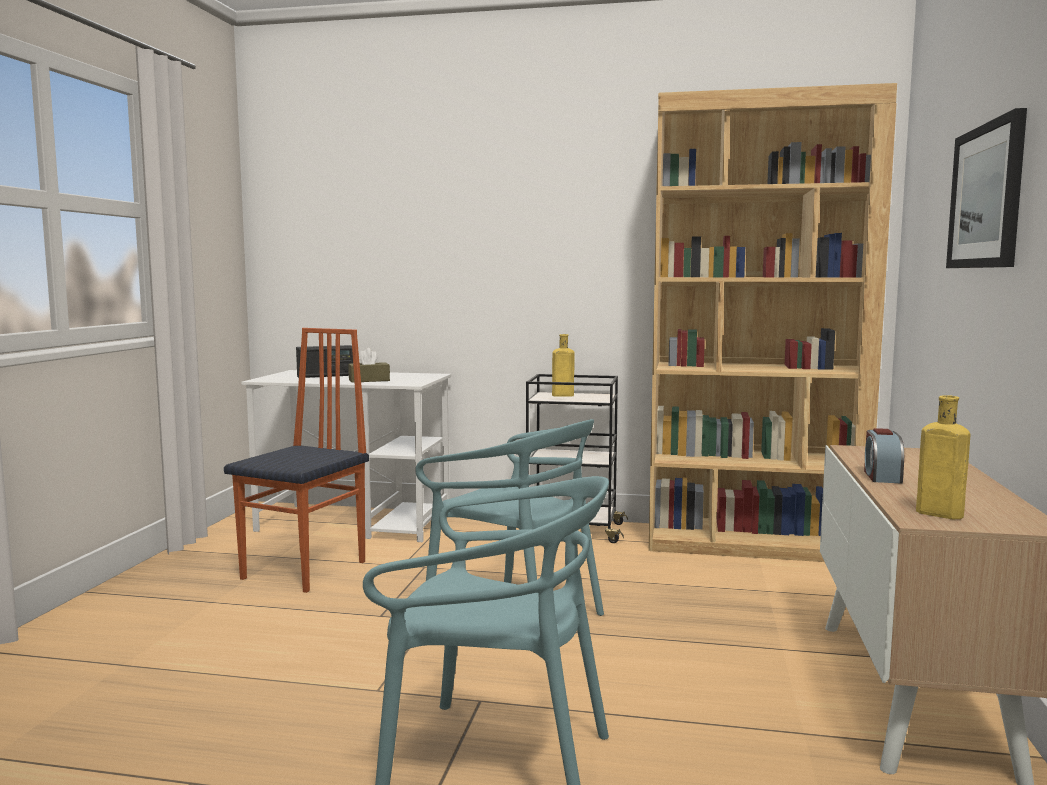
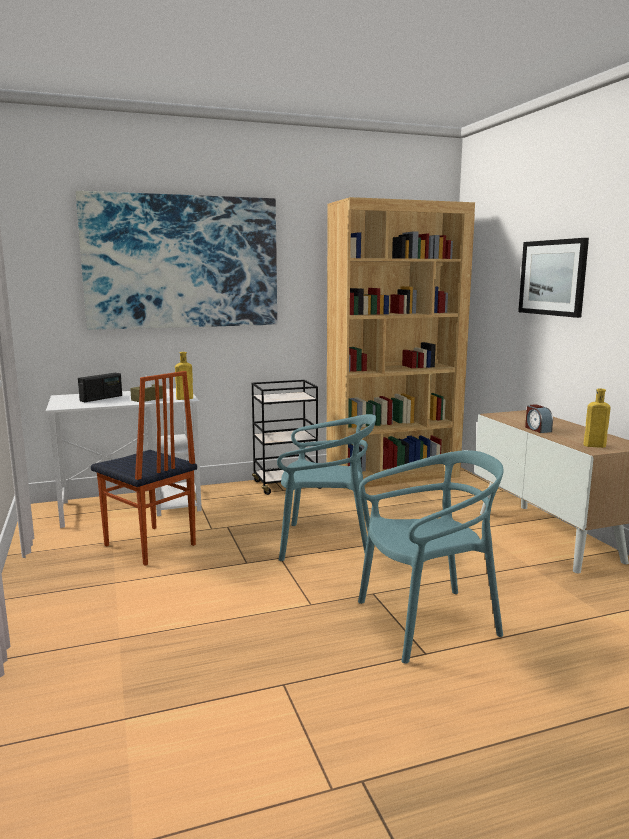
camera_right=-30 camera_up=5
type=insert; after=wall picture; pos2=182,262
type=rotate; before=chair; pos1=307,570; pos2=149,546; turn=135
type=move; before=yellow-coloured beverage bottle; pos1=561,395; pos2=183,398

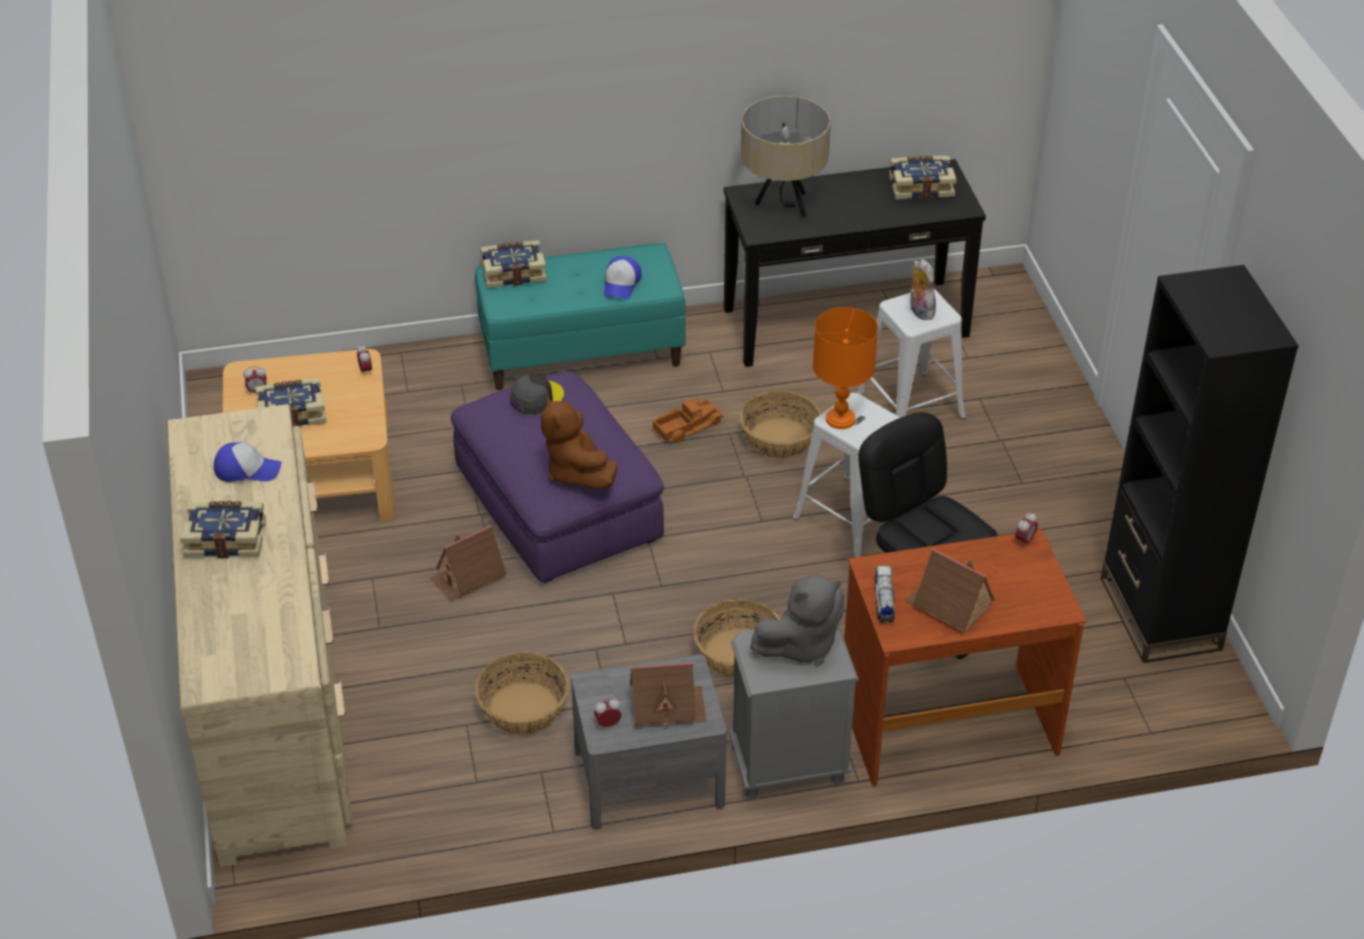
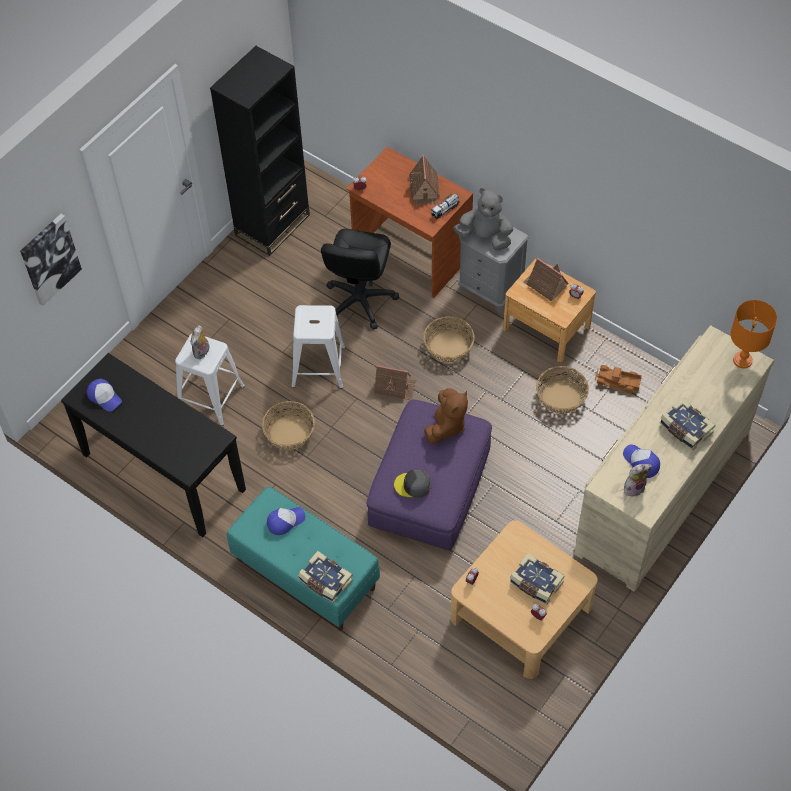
camera_right=-130 camera_up=15
type=insert; after=wall picture; pos2=49,259
type=replace; before=volume; after=cap; pos1=921,186; pos2=104,397
type=move; before=toy house; pos1=468,577; pos2=395,386
type=recolor; before=greyish nightstand; after=brown-coloured nightstand; pos1=649,778; pos2=546,328
type=move; before=model truck; pos1=687,426; pos2=617,382
type=insert; after=cuddly toy; pos2=634,487
type=move; before=orange table lamp; pos1=840,419; pos2=743,360
type=delete; before=beige table lamp; pos1=782,205

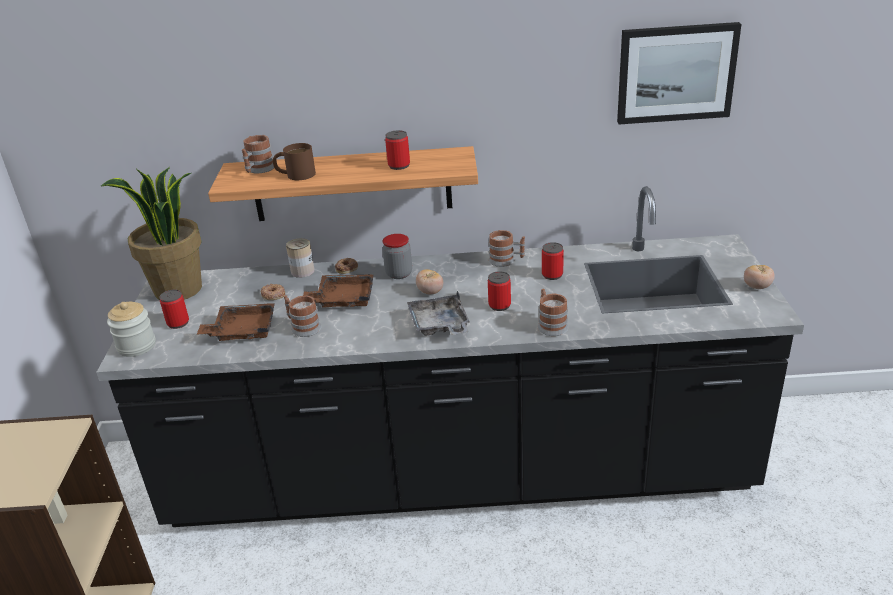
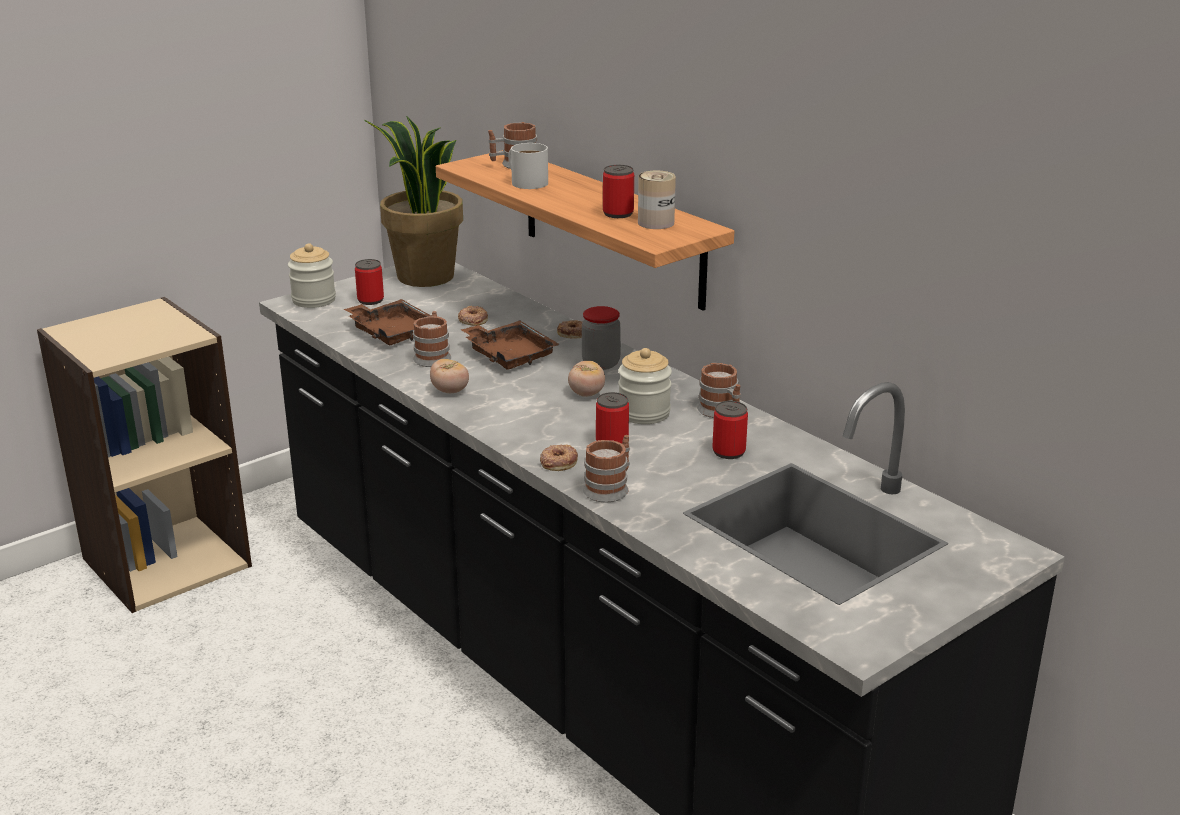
camera_right=50 camera_up=-5
type=move; before=fresh tomato; pos1=757,287; pos2=450,391
type=recolor; before=brown-coloured tea mug; after=whitish tea mug; pos1=295,175; pos2=525,181
type=insert; after=doughnut; pos2=558,462
type=insert; after=storage jar; pos2=644,413
type=move; before=metal can; pos1=302,271; pos2=656,223
type=delete; before=greyish serving tray; pos1=440,325
type=delete; before=wall picture; pos1=676,73

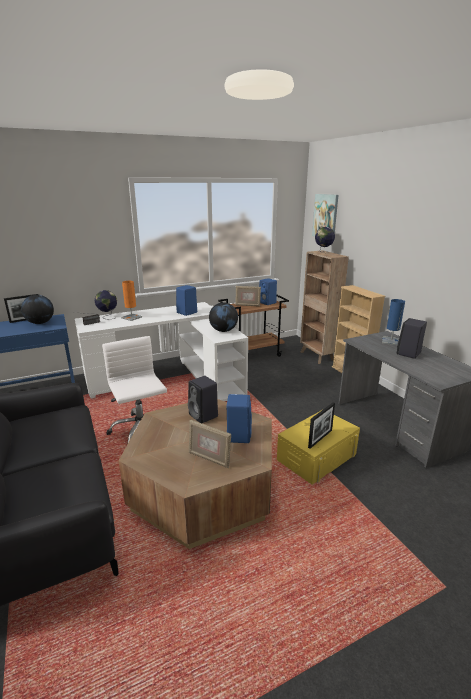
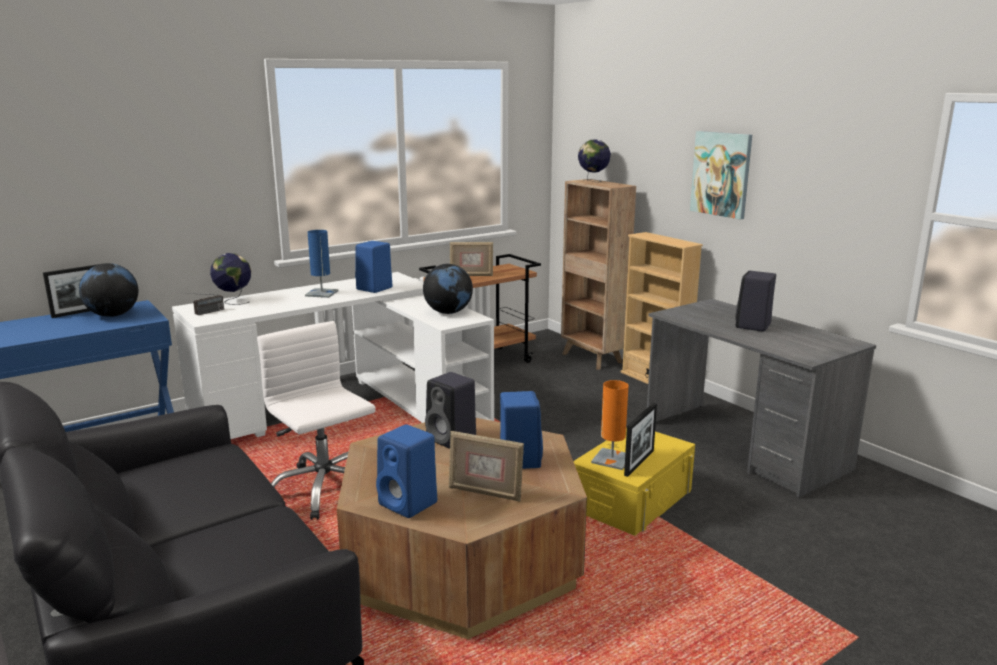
camera_right=-10 camera_up=-5
type=move; before=blue-coloured table lamp; pos1=391,341; pos2=322,293
type=move; before=blue-coloured audio speaker; pos1=267,303; pos2=409,504
type=move; before=orange table lamp; pos1=131,317; pos2=612,459
type=move; before=wall picture; pos1=325,216; pos2=721,174

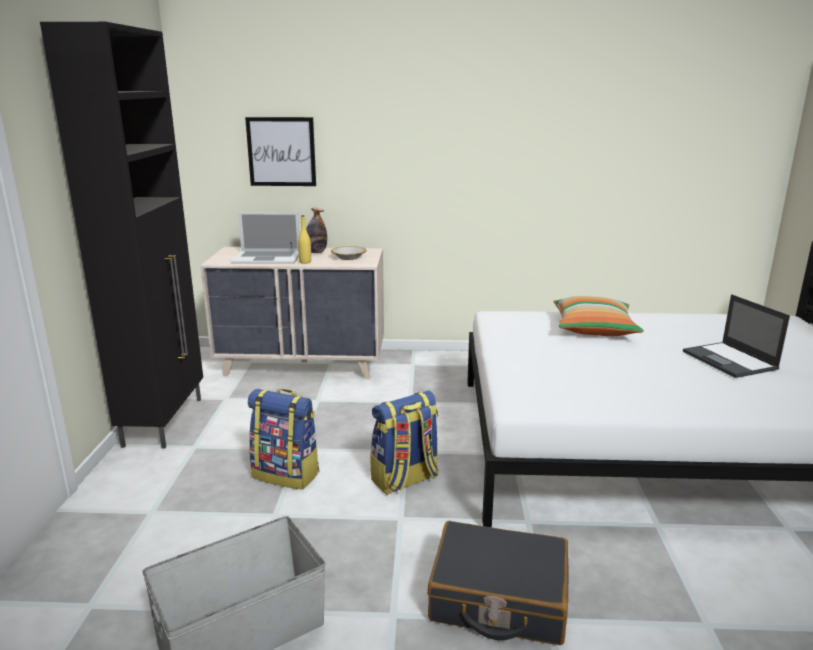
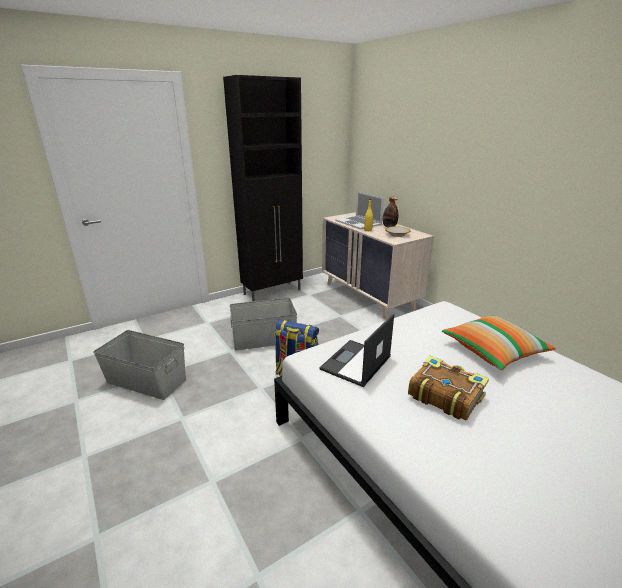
camera_right=55 camera_up=5
type=replace; before=rucksack; after=greyish storage box; pos1=287,474; pos2=264,339
type=move; before=portable computer; pos1=730,360; pos2=355,363
type=insert; after=volume; pos2=444,395
type=delete; before=wall picture; pos1=281,152
type=delete; before=black-coloured suitcase; pos1=498,598

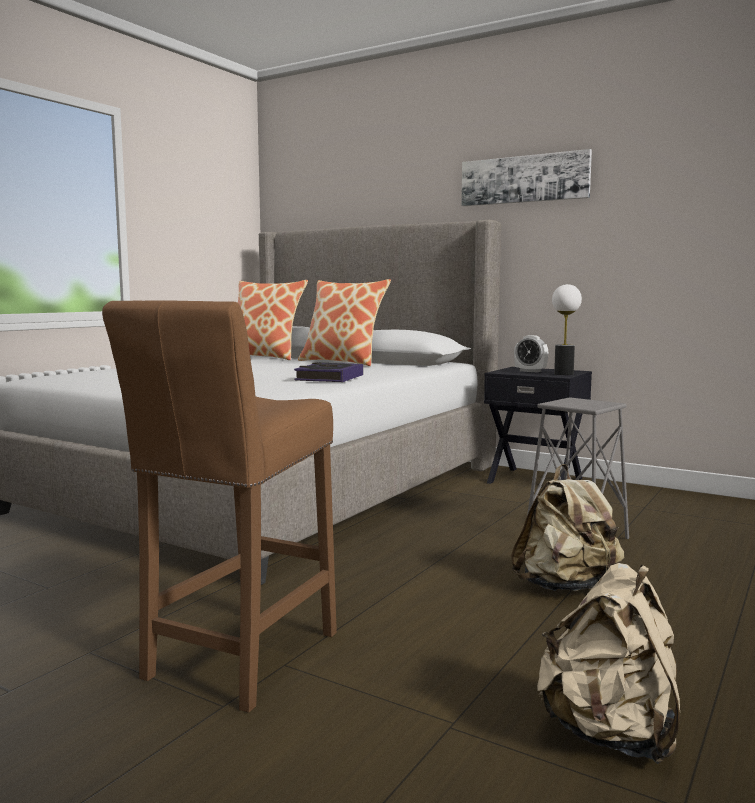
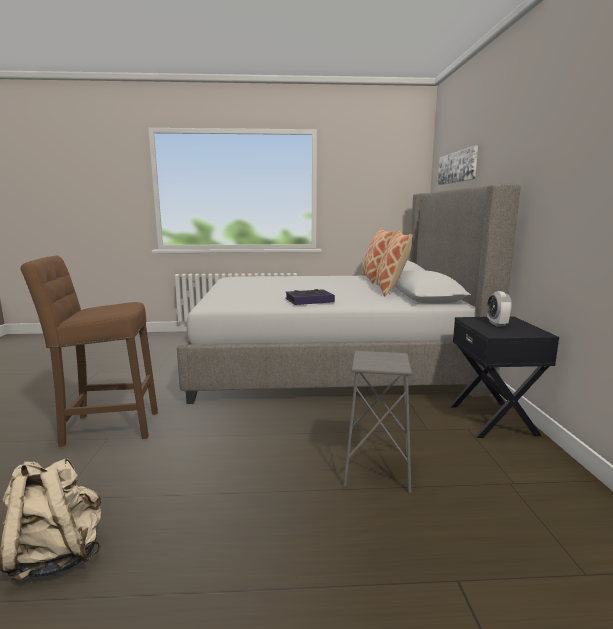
camera_right=55 camera_up=5
type=move; before=wall picture; pos1=524,179; pos2=457,167
type=delete; before=beige rucksack; pos1=566,587
type=delete; before=table lamp; pos1=564,374

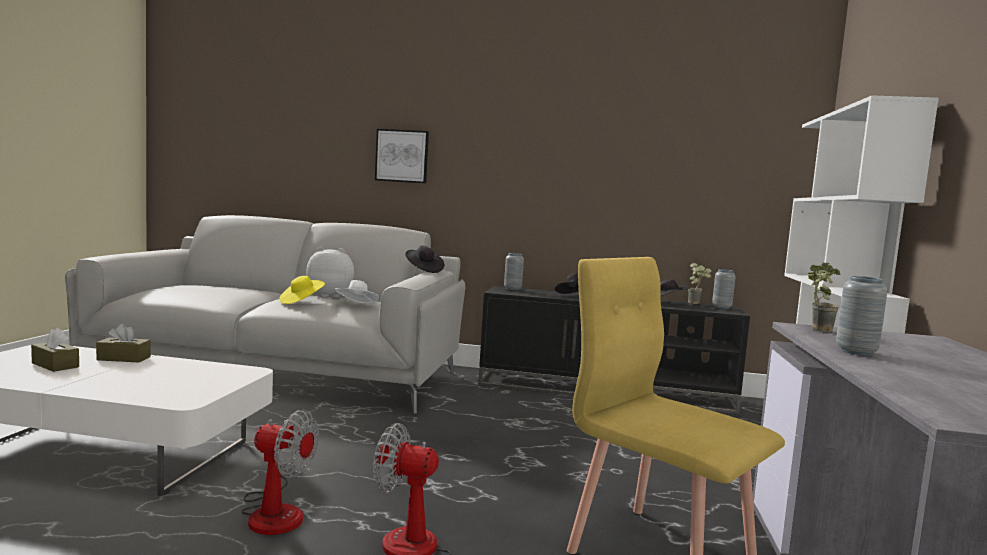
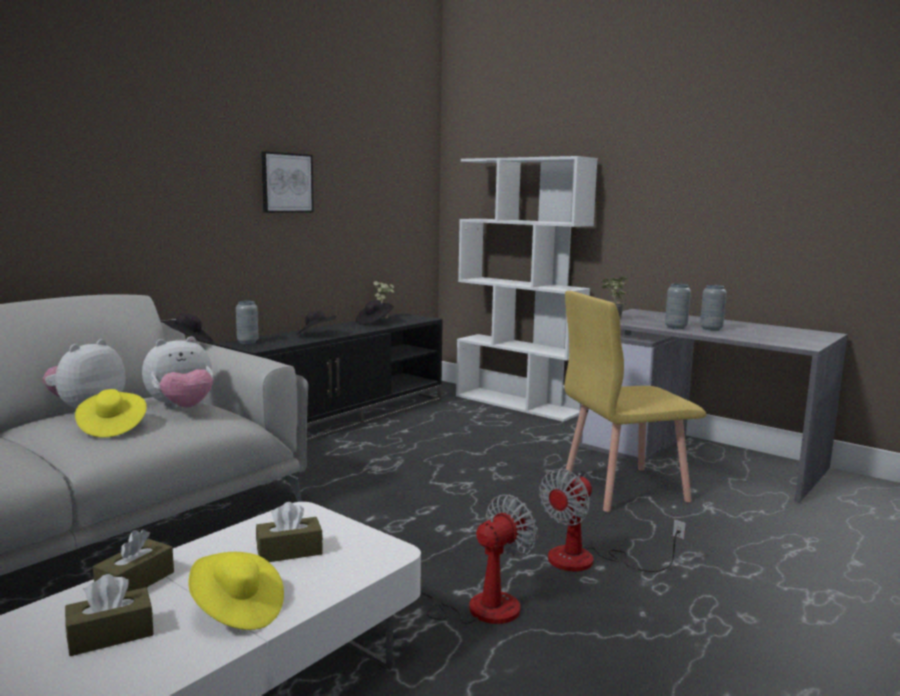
camera_right=-60 camera_up=5
type=replace; before=whitish wearable hat; after=cuddly toy; pos1=356,306; pos2=182,409
type=insert; after=yellow-coloured wearable hat; pos2=237,610
type=insert; after=brown-coloured tissue holder; pos2=289,551
type=move; before=wall picture; pos1=402,156; pos2=286,183
type=move; before=greyish flower vase; pos1=721,307; pos2=711,329

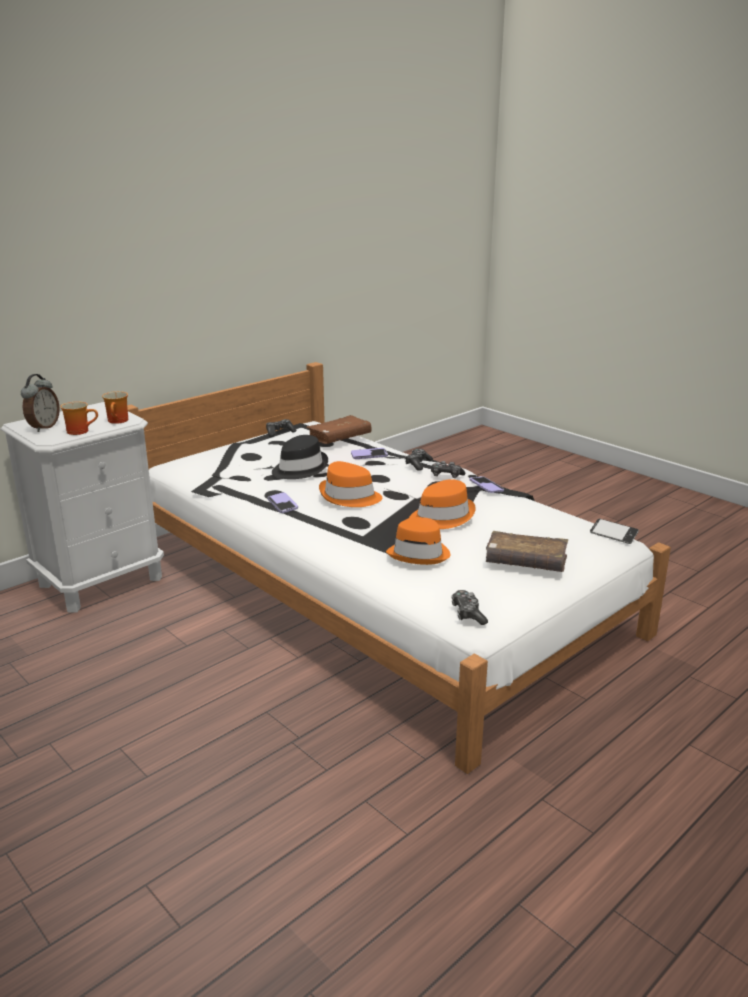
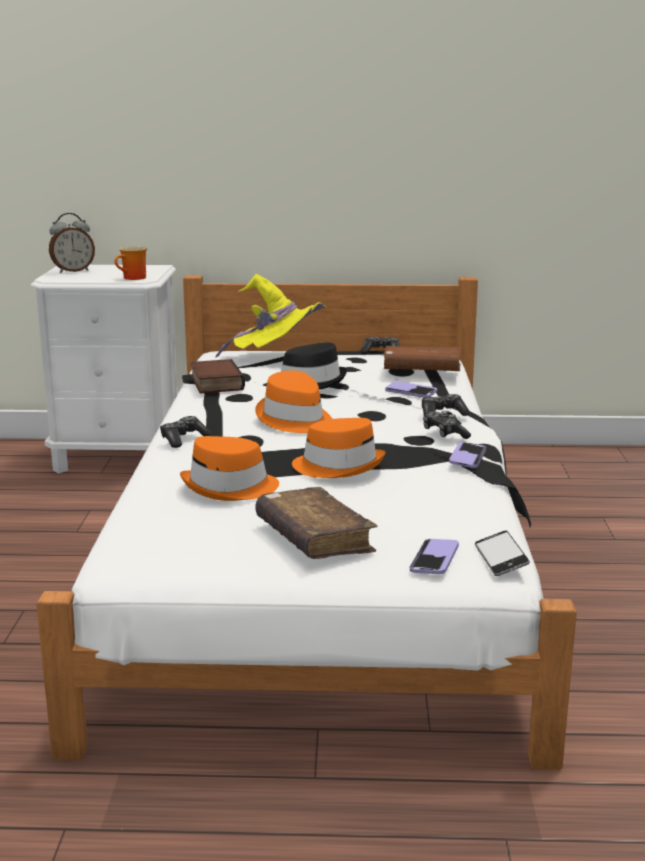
camera_right=45 camera_up=-5
type=move; before=gamepad; pos1=468,614; pos2=183,439
type=insert; after=volume; pos2=214,383
type=insert; after=yellow-coloured wearable hat; pos2=277,359
type=move; before=telephone; pos1=282,504; pos2=434,559
type=delete; before=tea mug; pos1=81,431

